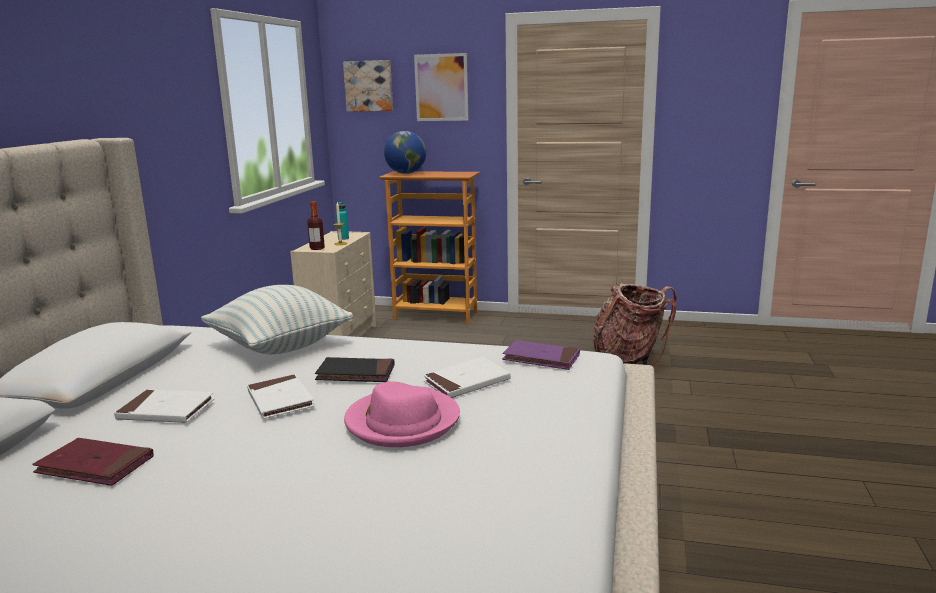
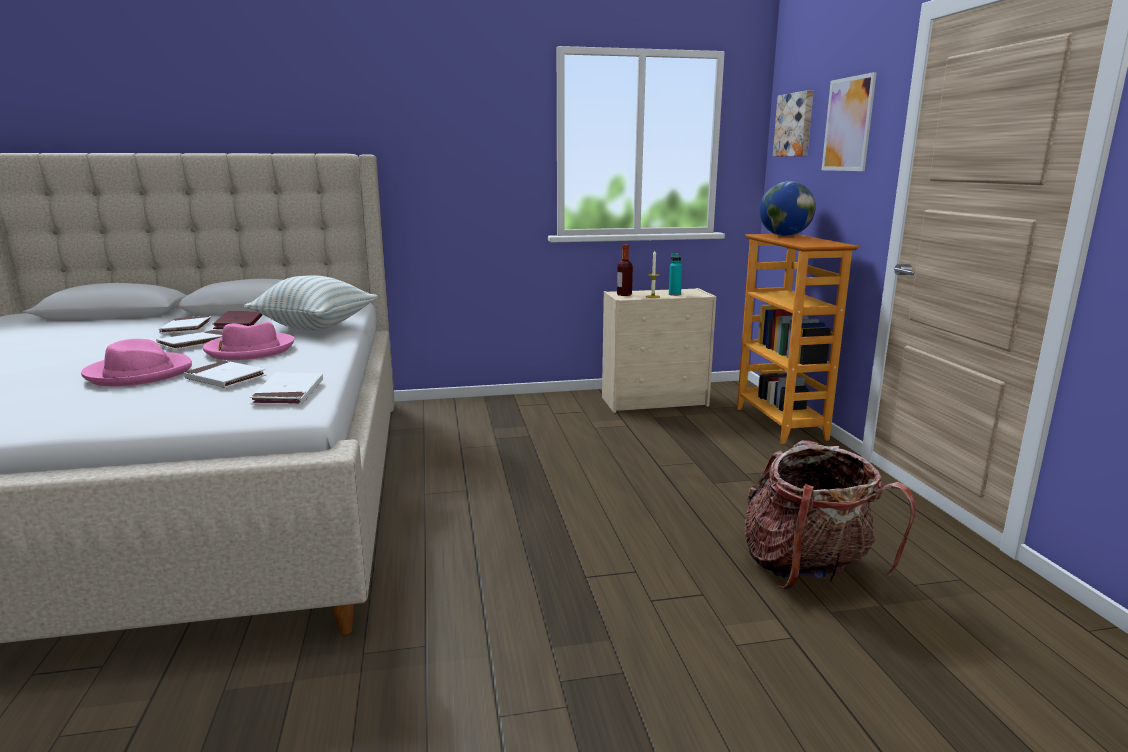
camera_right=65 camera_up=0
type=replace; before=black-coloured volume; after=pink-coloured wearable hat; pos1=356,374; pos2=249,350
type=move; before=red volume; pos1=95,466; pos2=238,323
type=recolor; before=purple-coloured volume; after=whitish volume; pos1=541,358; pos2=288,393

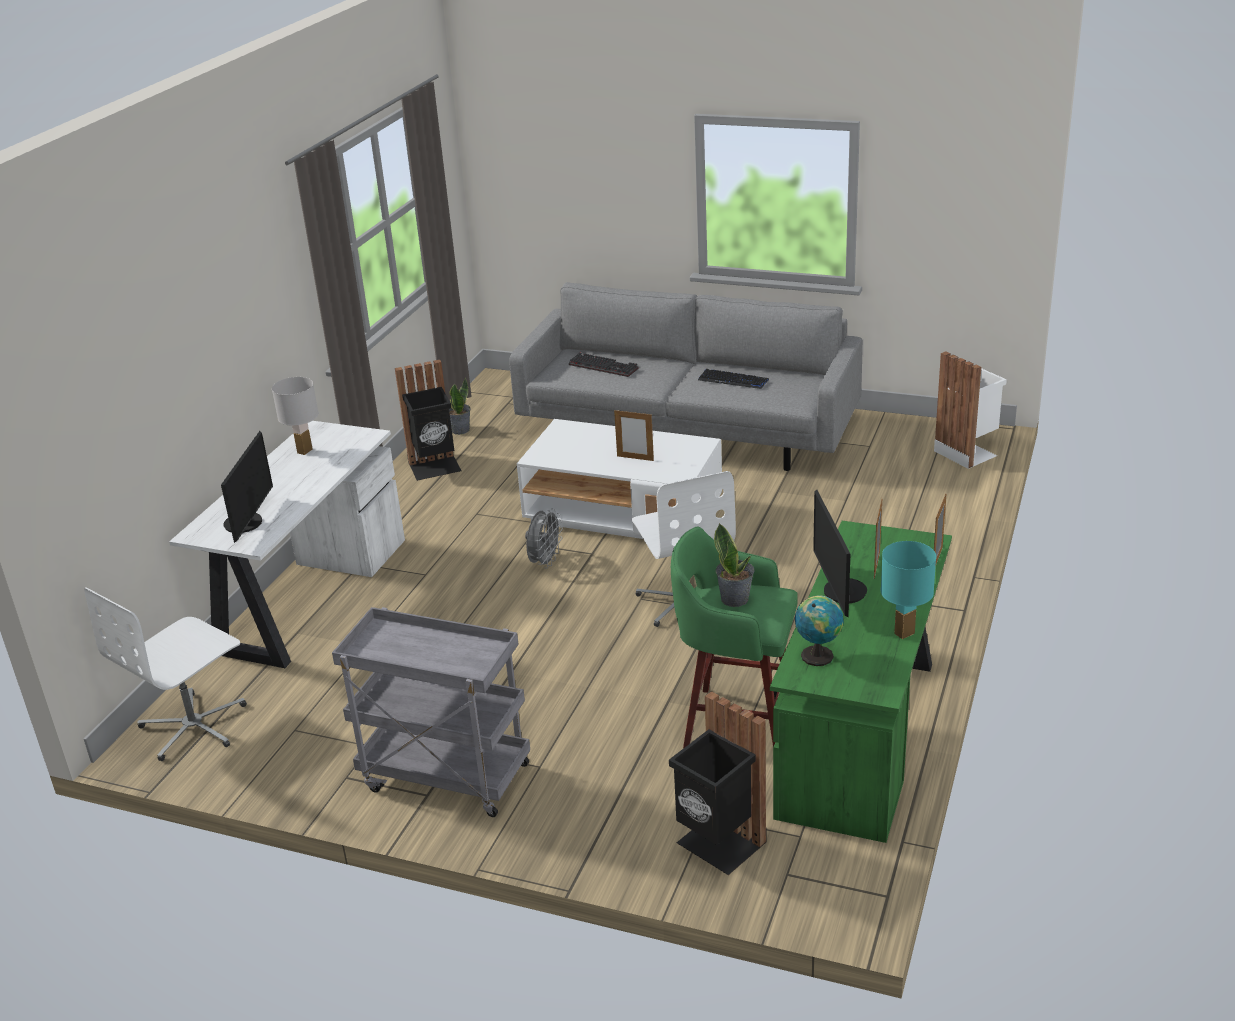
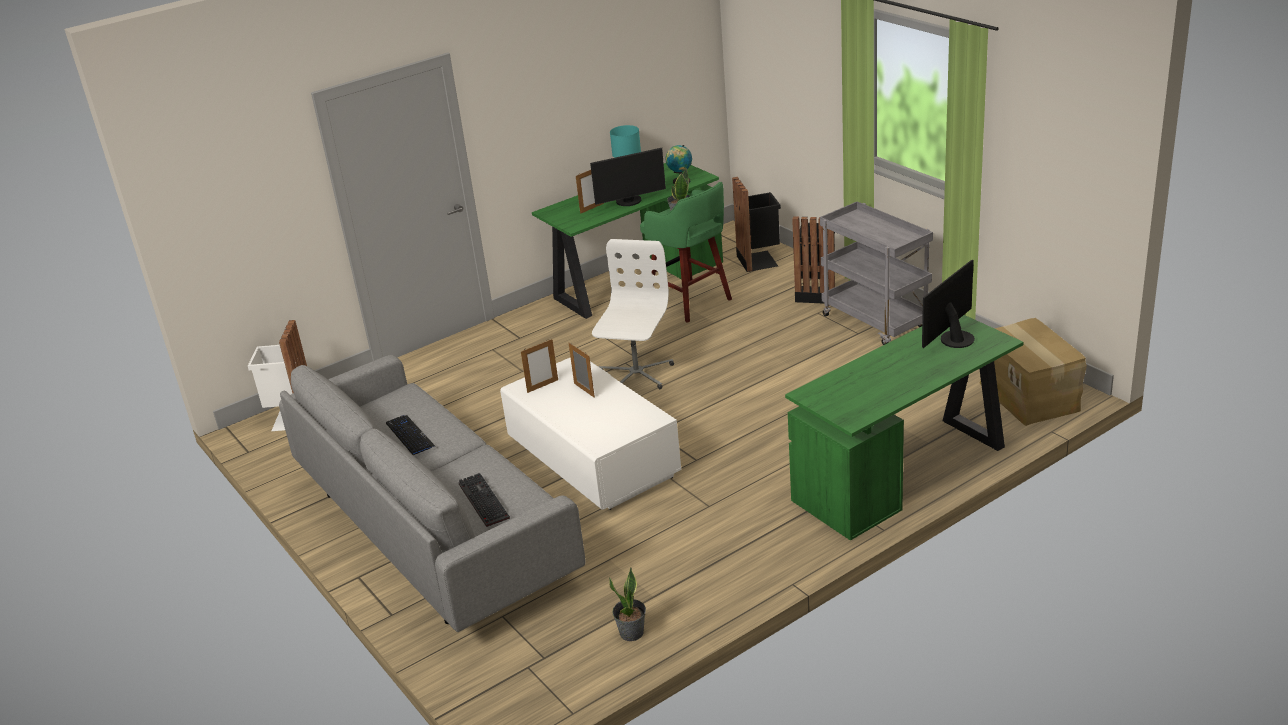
camera_right=-145 camera_up=0
type=move; before=picture frame; pos1=937,560; pos2=542,386
type=rotate; before=computer screen; pos1=840,592; pos2=629,202; turn=45
type=recolor; before=whitish desk; after=green desk; pos1=308,596; pos2=905,473
type=move; before=black-coloured trash can; pos1=435,468; pos2=817,293
type=replace; before=whitish desk chair; after=carton; pos1=194,726; pos2=1030,396
type=delete; before=whitish table lamp; pos1=304,451
type=delete; before=greyish fan; pos1=545,562

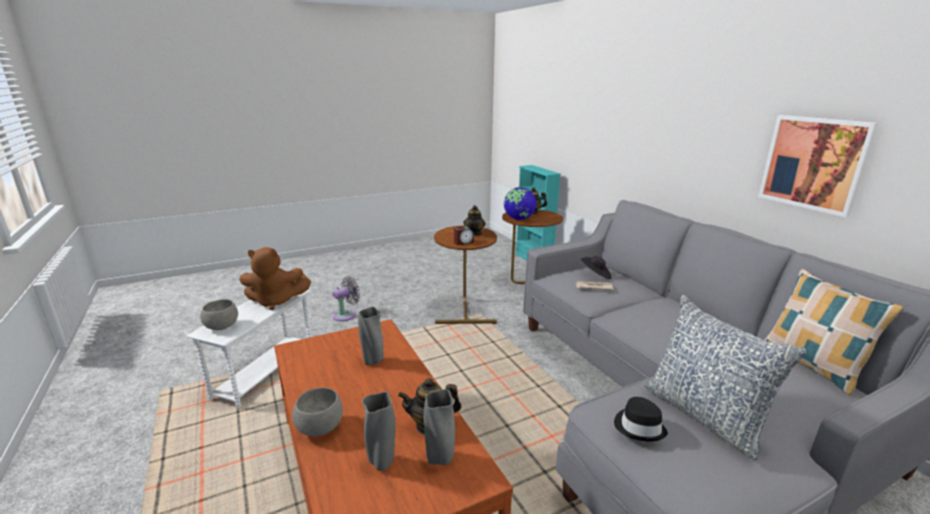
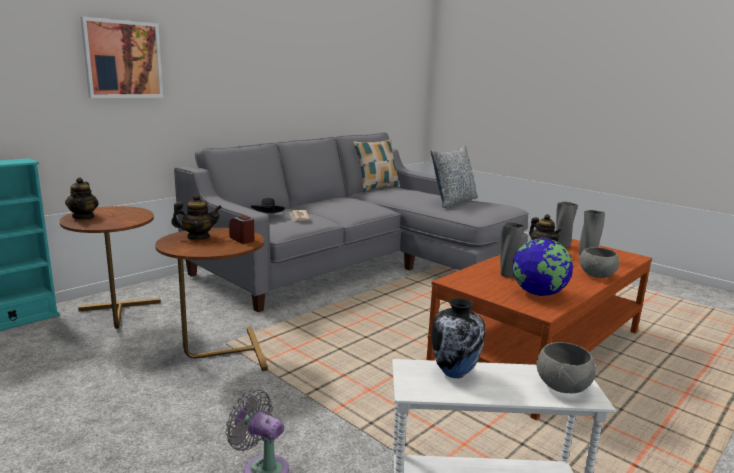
camera_right=-110 camera_up=-5
type=move; before=wall picture; pos1=814,163; pos2=123,59
type=replace; before=brown-coloured cuddly toy; after=flower vase; pos1=276,301; pos2=455,373
type=move; before=desk globe; pos1=519,219; pos2=538,294
type=delete; before=black-coloured wearable hat; pos1=639,427

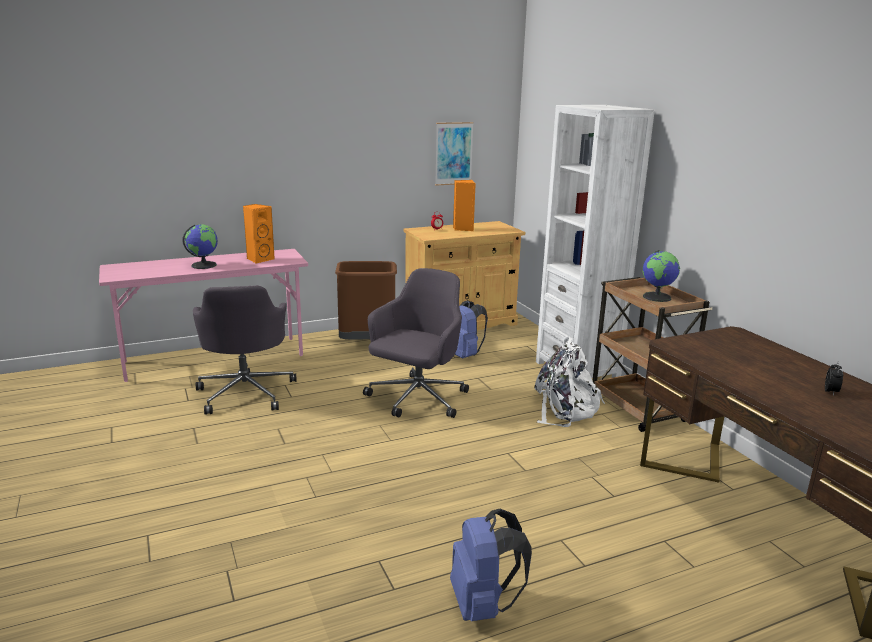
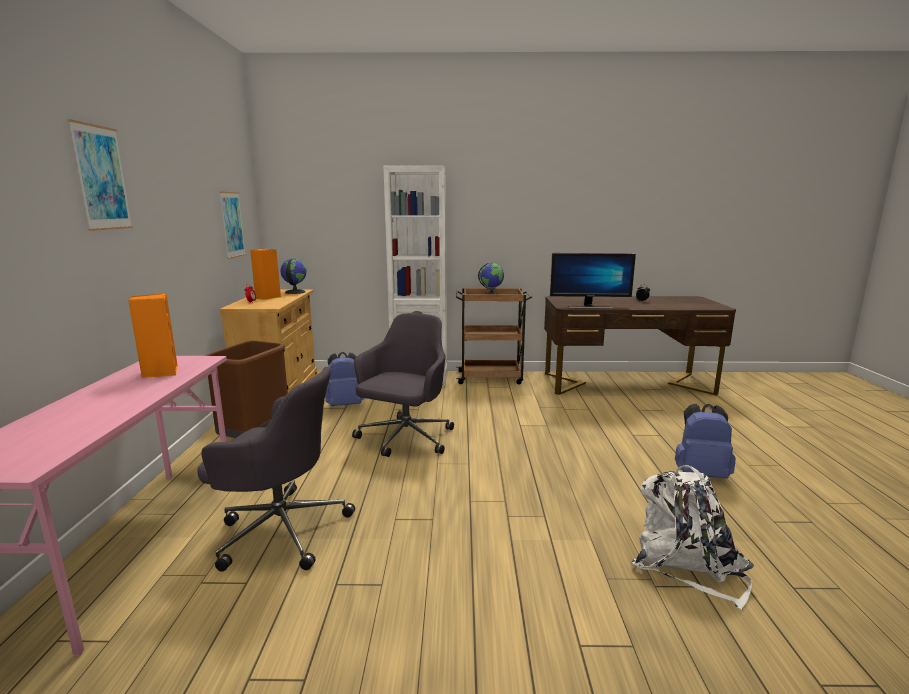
camera_right=-65 camera_up=-5
type=insert; after=wall picture; pos2=101,178
type=move; before=desk globe; pos1=204,265; pos2=294,292
type=rotate; before=greyish desk chair; pos1=417,399; pos2=405,438; turn=60
type=insert; after=computer screen; pos2=589,307
type=move; before=whitish rucksack; pos1=565,409; pos2=686,564

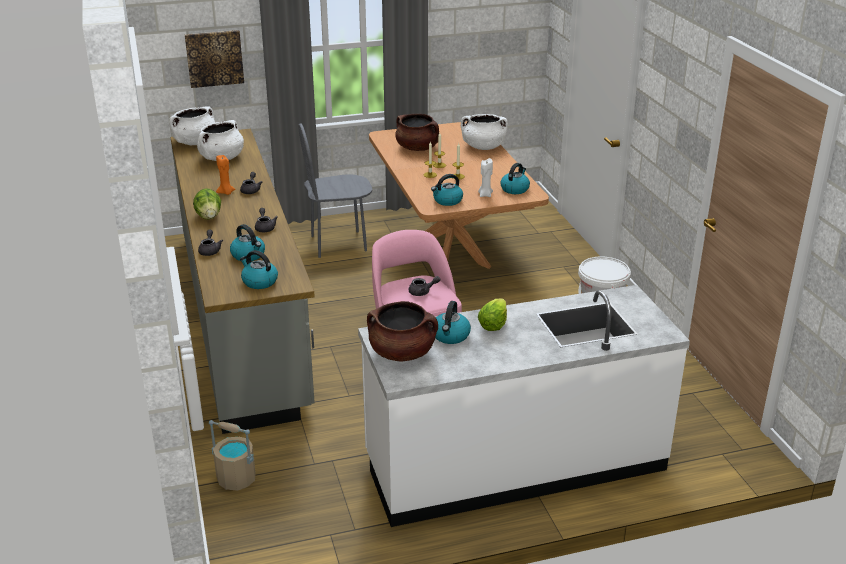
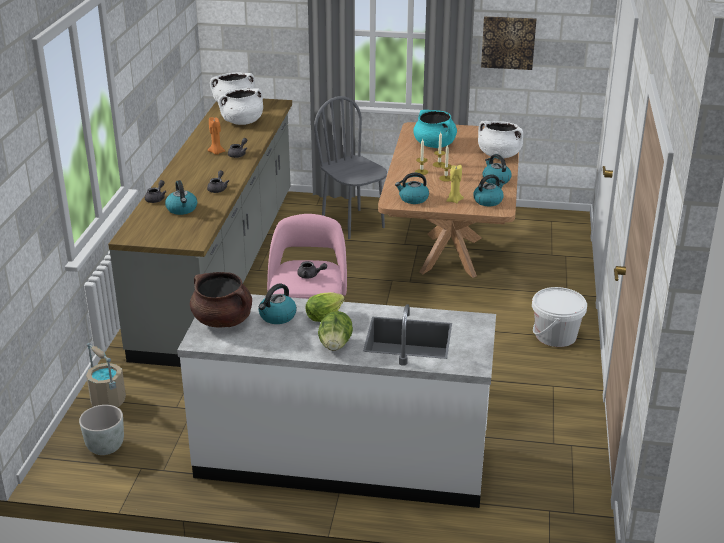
camera_right=25 camera_up=0
type=insert; after=greyish planter; pos2=105,447
type=rotate; before=greyish chair; pos1=338,244; pos2=353,224; turn=45
type=move; before=head of lettuce; pos1=209,217; pos2=335,345
type=recolor; before=brown-coloured stockpot; after=turquoise-coloured stockpot; pos1=417,148; pos2=434,145
type=recolor; before=whitish wax light; after=yellow-coloured wax light; pos1=485,195; pos2=454,200
type=move; before=wall picture; pos1=214,58; pos2=508,42
type=move; before=water kettle; pos1=259,282; pos2=495,180

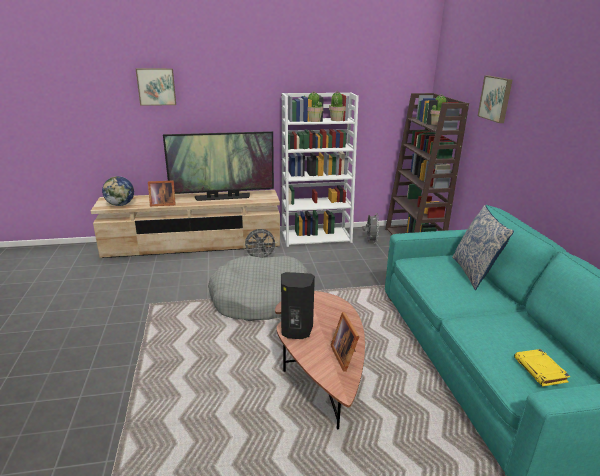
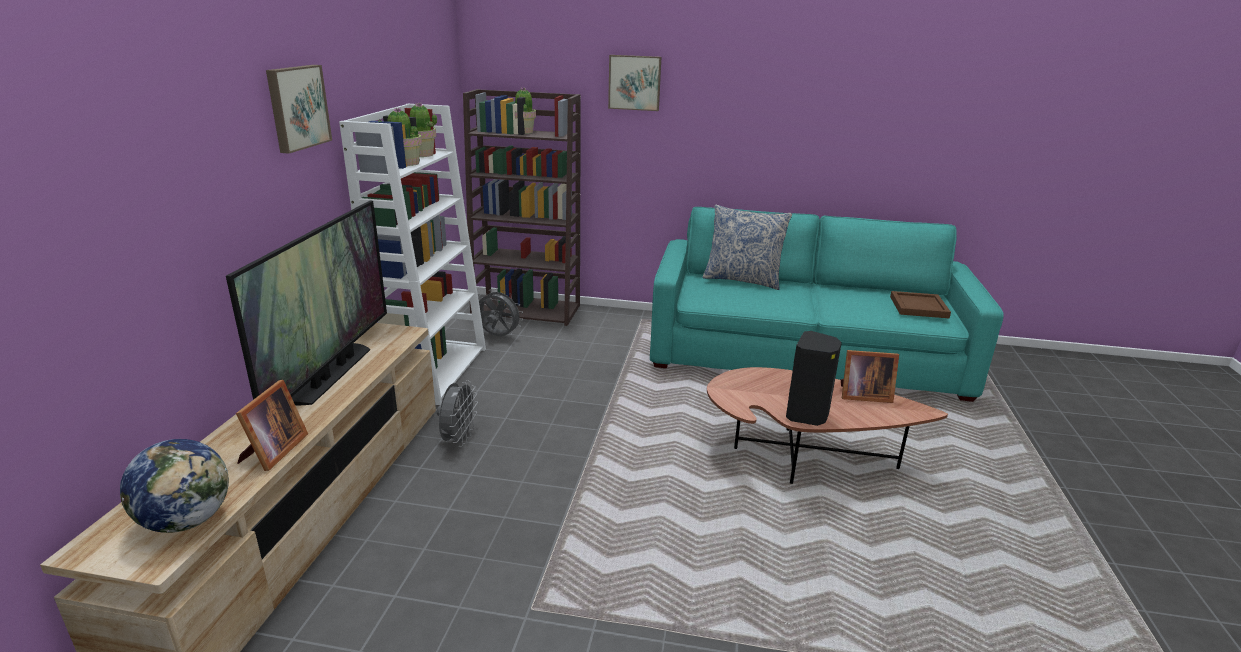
camera_right=-70 camera_up=0
type=move; before=wall picture; pos1=156,86; pos2=297,107
type=replace; before=yellow-coloured volume; after=brown-coloured serving tray; pos1=540,370; pos2=919,307
type=delete; before=greyish dog bed; pos1=261,299

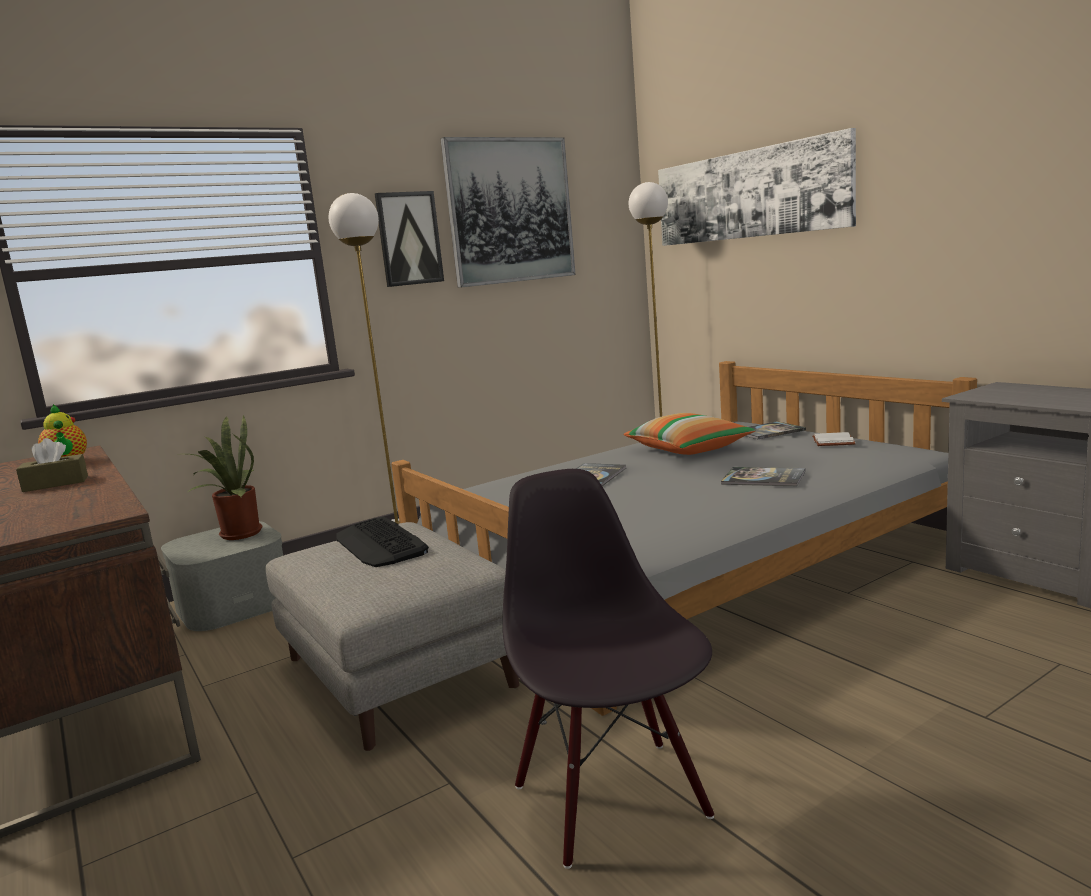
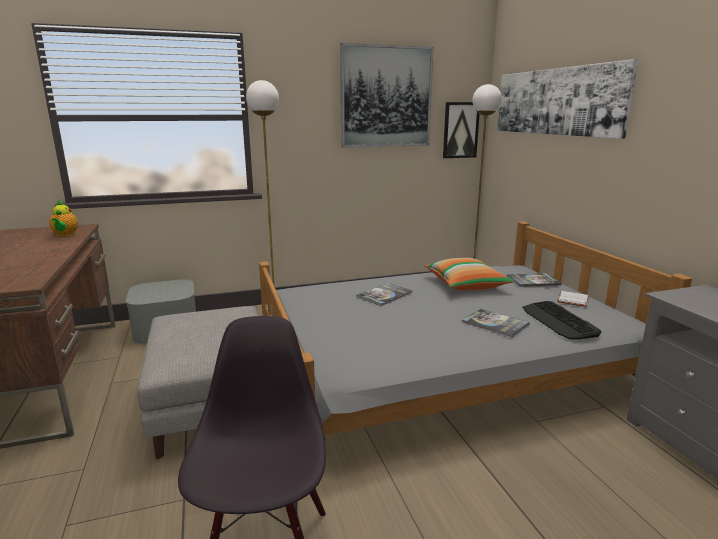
camera_right=15 camera_up=5
type=move; before=wall picture; pos1=409,238; pos2=460,130
type=move; before=PC keyboard; pos1=380,544; pos2=559,321
type=delete; before=brown-coloured tissue holder; pos1=56,484
type=delete; before=plant in a pot; pos1=236,534

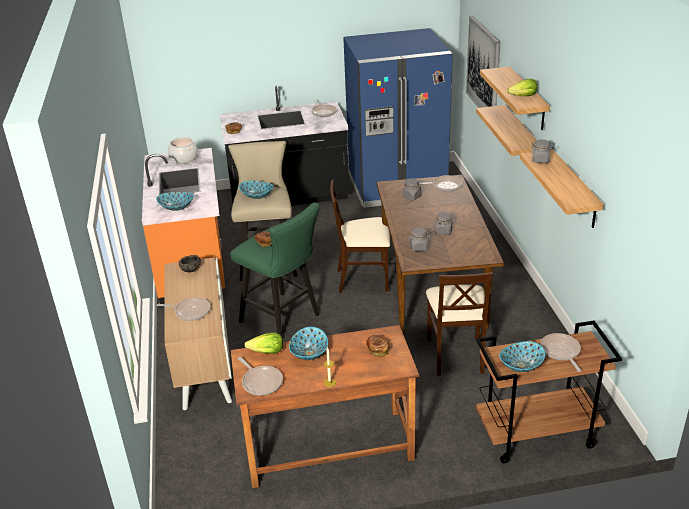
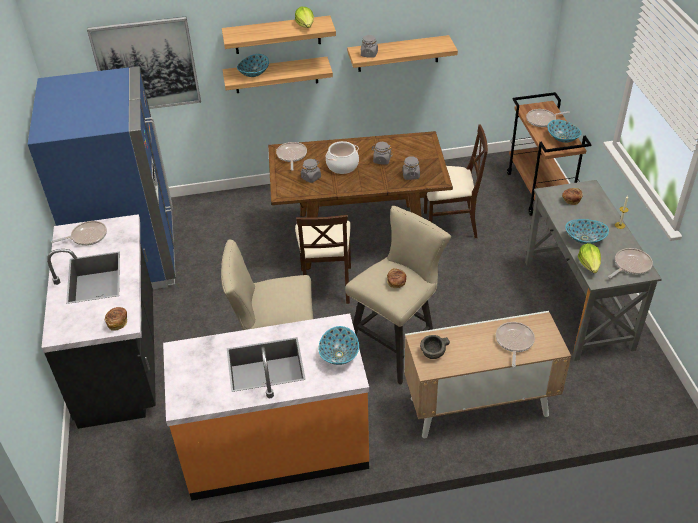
camera_right=-90 camera_up=10
type=move; before=serving bowl; pos1=257,196; pos2=253,73
type=move; before=stockpot; pos1=183,158; pos2=342,166
type=recolor; before=green stool seat; after=beige stool seat; pos1=284,320; pos2=397,345
type=recolor; before=brown-coloured desk; after=greyish desk; pos1=328,448; pos2=578,304

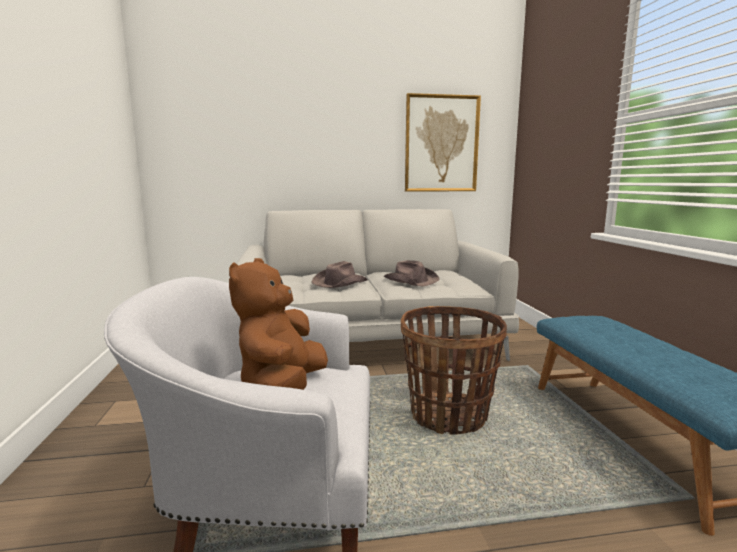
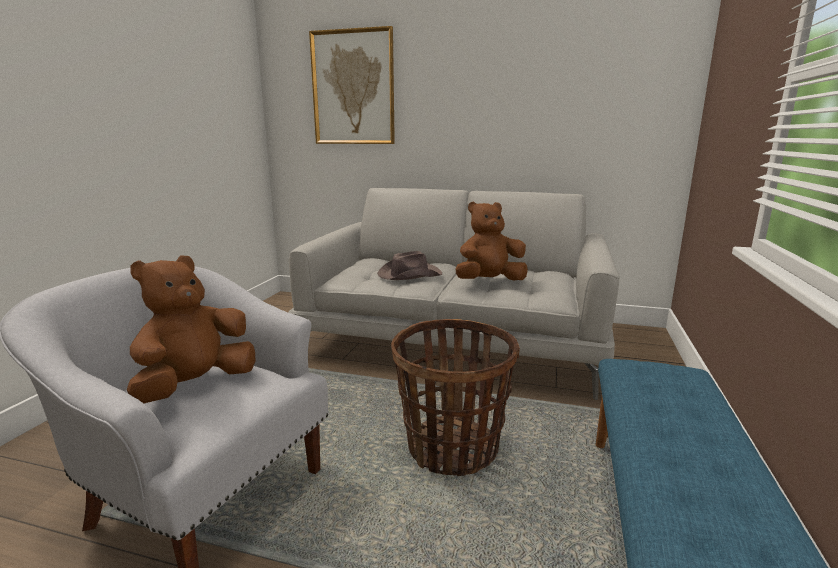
camera_right=25 camera_up=5
type=move; before=wall picture; pos1=441,144; pos2=353,88
type=replace; before=brown-coloured wearable hat; after=brown-coloured cuddly toy; pos1=410,280; pos2=489,281

